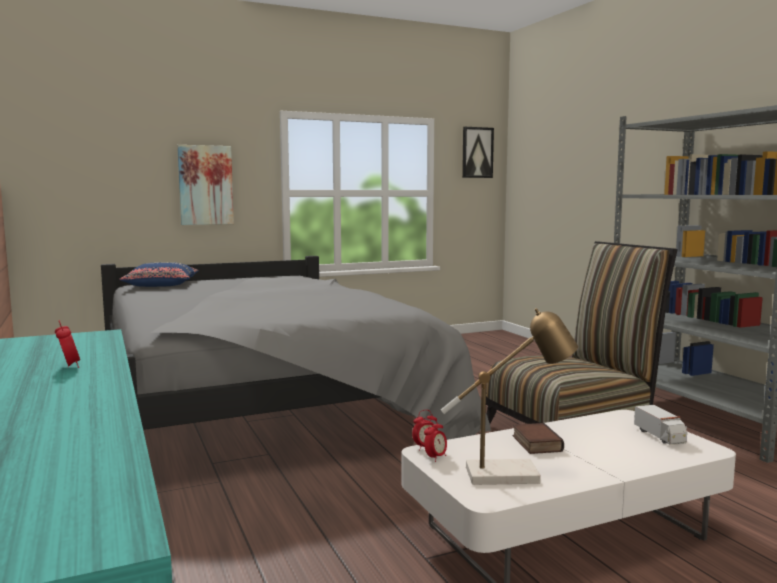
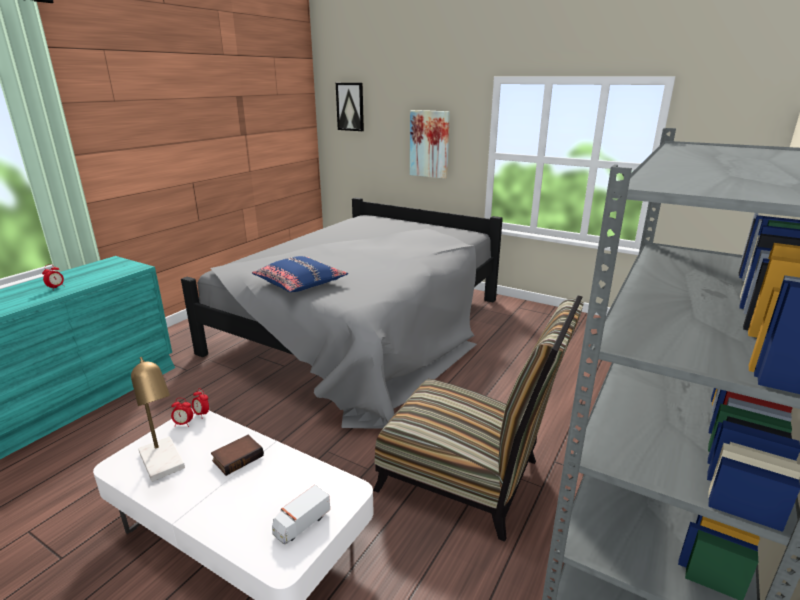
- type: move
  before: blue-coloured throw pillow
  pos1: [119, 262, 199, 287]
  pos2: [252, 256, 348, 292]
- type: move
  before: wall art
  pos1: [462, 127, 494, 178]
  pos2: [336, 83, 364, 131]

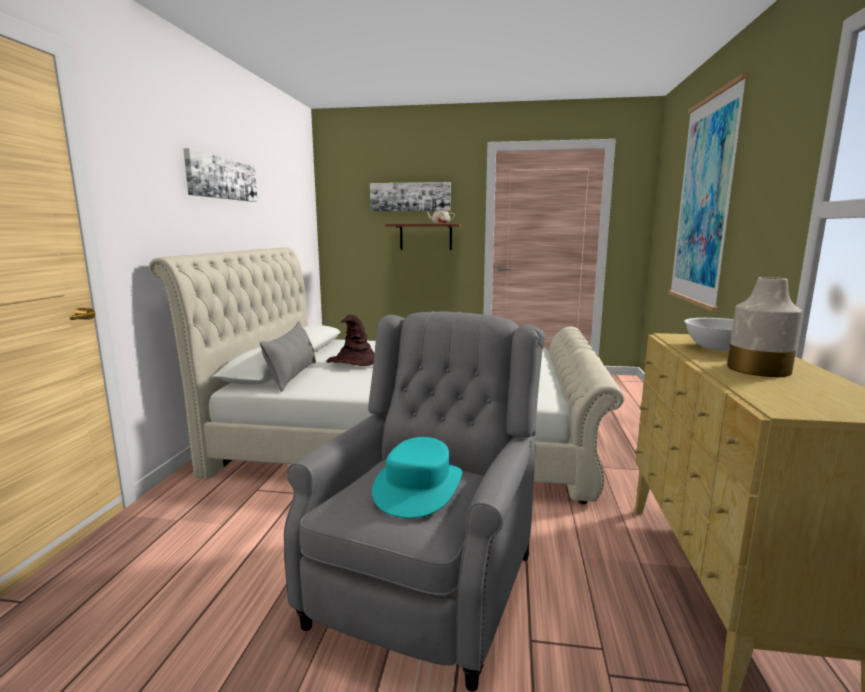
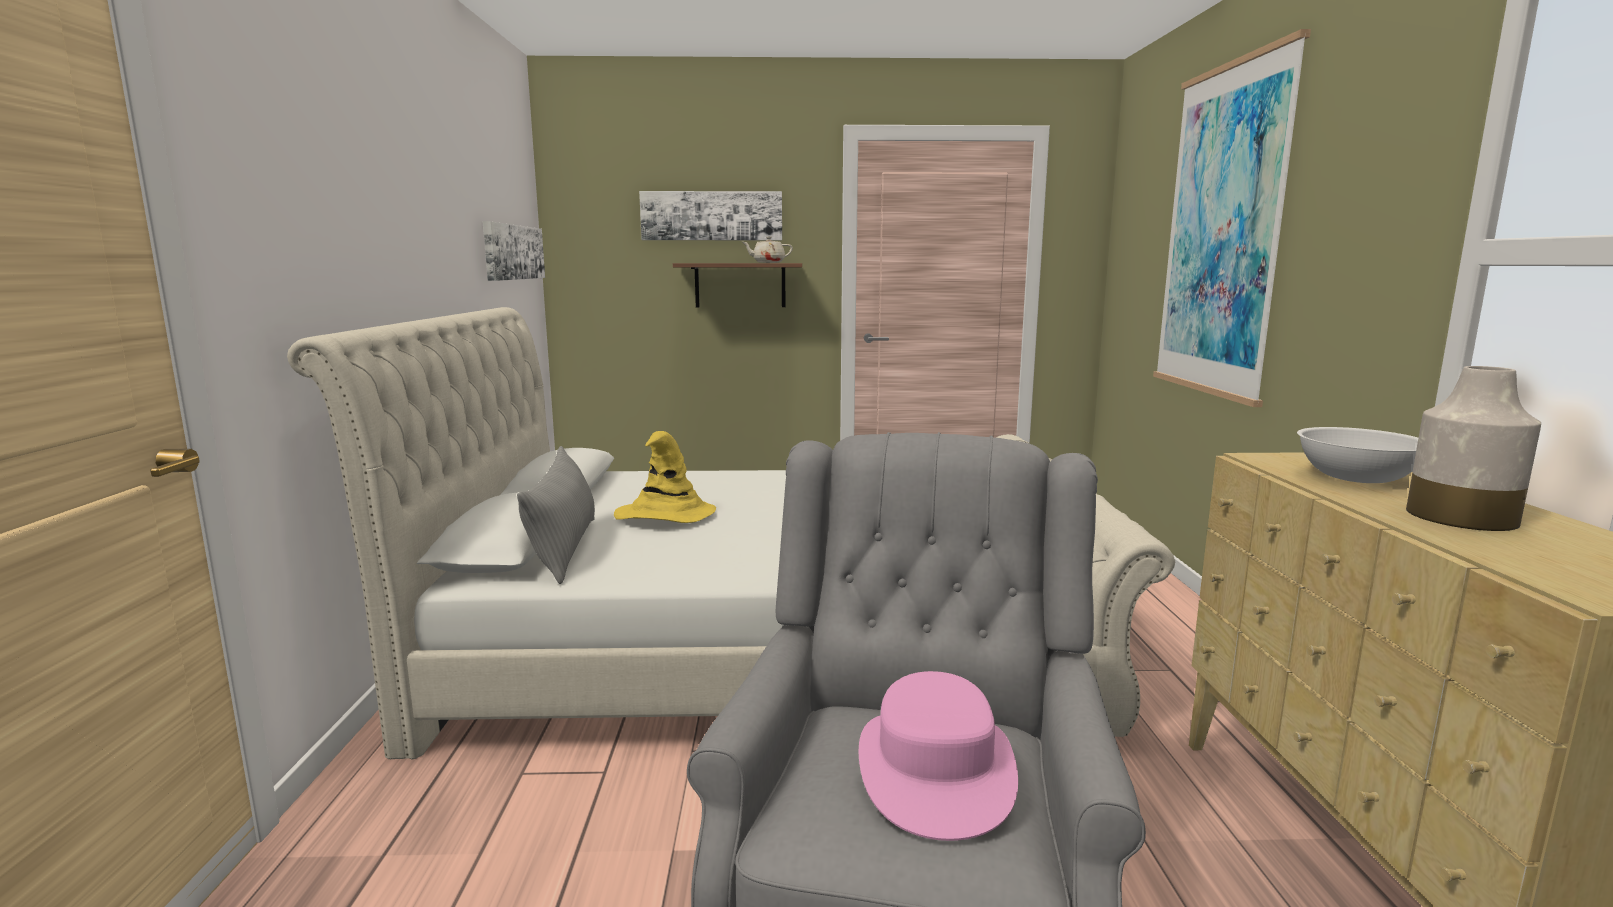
- type: move
  before: wall art
  pos1: [183, 148, 258, 202]
  pos2: [483, 221, 545, 281]
- type: recolor
  before: brown-coloured hat
  after: yellow hat
  pos1: [326, 315, 374, 366]
  pos2: [614, 431, 716, 523]
- type: recolor
  before: blue-green hat
  after: pink-coloured hat
  pos1: [372, 437, 462, 518]
  pos2: [859, 671, 1018, 841]

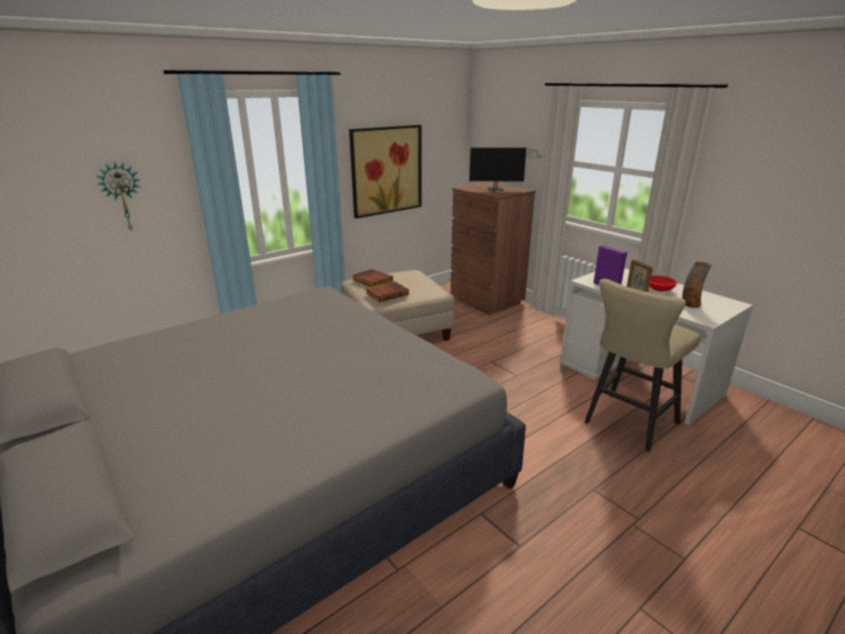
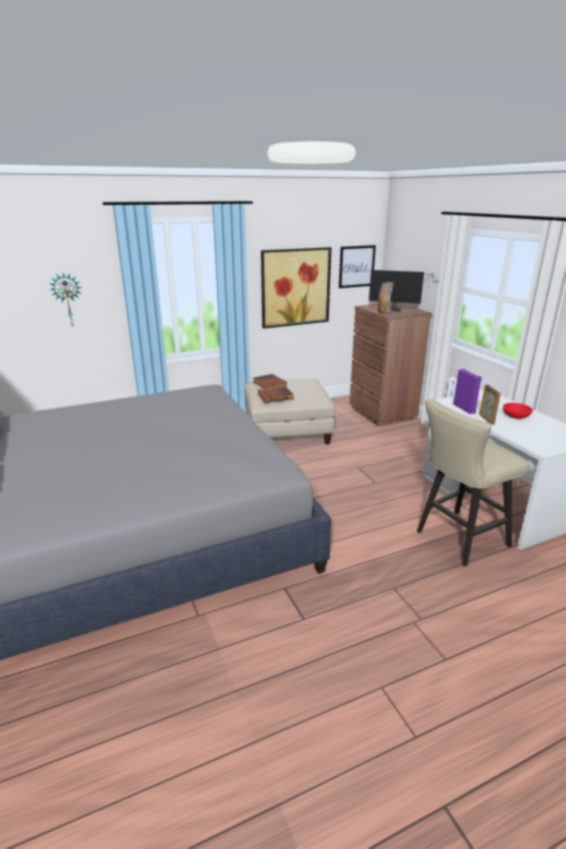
- type: insert
  after: wall art
  pos2: [339, 245, 376, 288]
- type: move
  before: flower vase
  pos1: [682, 262, 712, 308]
  pos2: [378, 282, 394, 313]

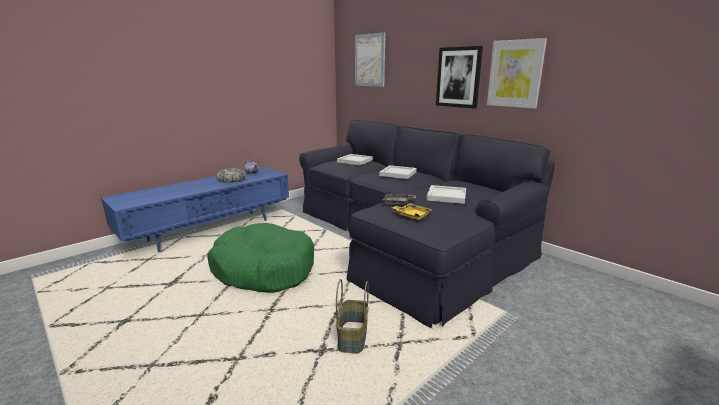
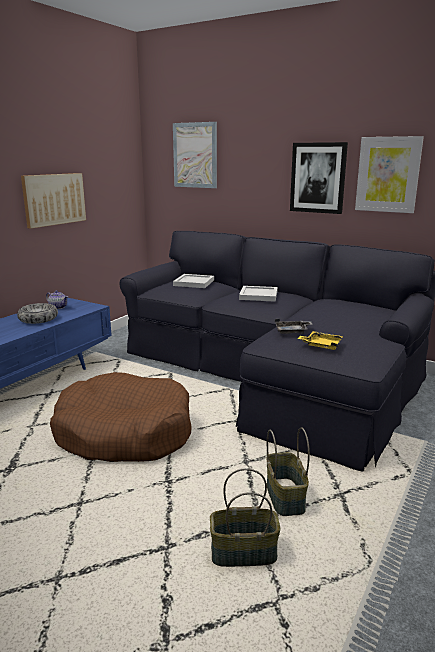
- type: insert
  after: wall art
  pos2: [21, 173, 86, 229]
- type: recolor
  before: greenish dog cushion
  after: brown-coloured dog cushion
  pos1: [207, 223, 314, 293]
  pos2: [50, 372, 191, 462]
- type: insert
  after: basket
  pos2: [210, 468, 280, 567]
- type: delete
  before: whitish tray
  pos1: [427, 185, 466, 204]

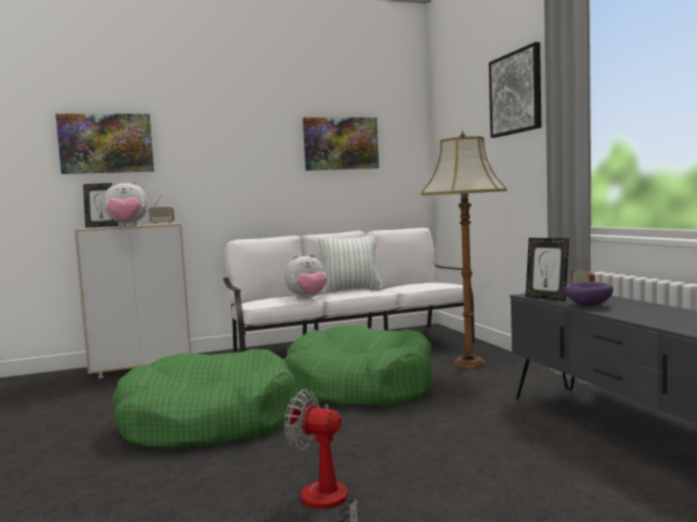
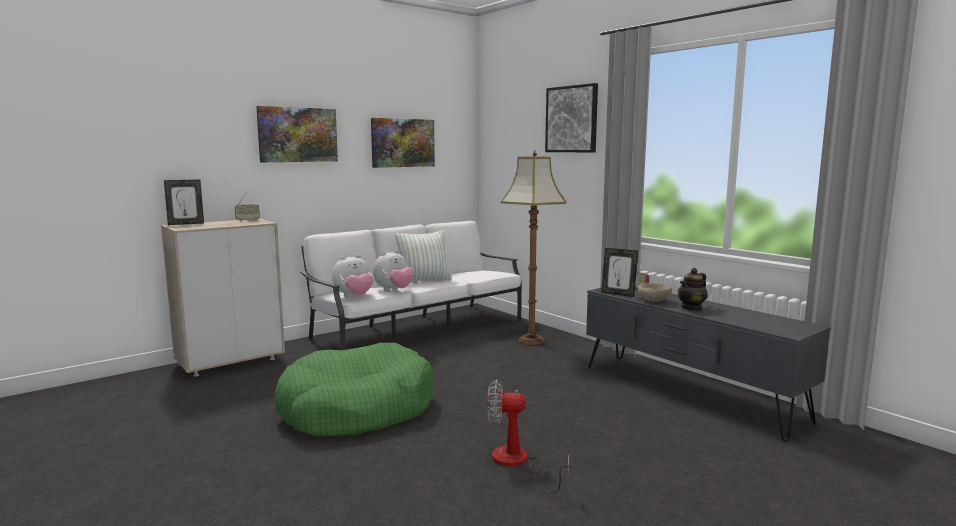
- type: move
  before: wall art
  pos1: [56, 114, 154, 174]
  pos2: [256, 106, 338, 162]
- type: move
  before: soft toy
  pos1: [104, 181, 148, 226]
  pos2: [332, 255, 374, 297]
- type: recolor
  before: purple serving bowl
  after: sand-coloured serving bowl
  pos1: [564, 282, 613, 306]
  pos2: [638, 283, 672, 302]
- type: insert
  after: tea pot
  pos2: [678, 268, 708, 311]
- type: delete
  before: greenish dog cushion
  pos1: [284, 325, 432, 406]

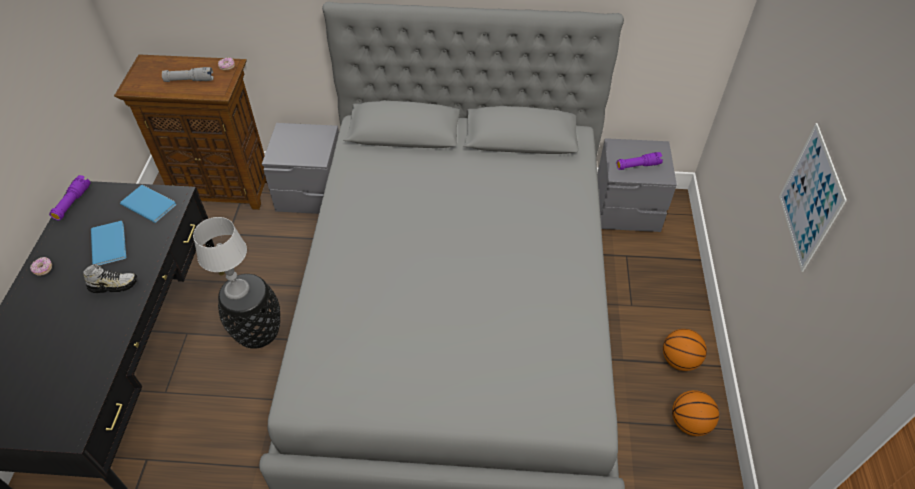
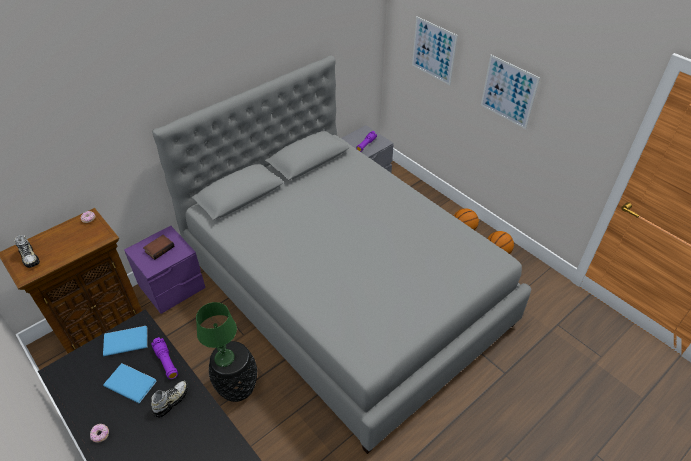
- type: insert
  after: item of footwear
  pos2: [14, 235, 40, 268]
- type: recolor
  before: grey nightstand
  after: purple nightstand
  pos1: [262, 123, 339, 214]
  pos2: [124, 226, 206, 314]
- type: insert
  after: bound book
  pos2: [143, 235, 174, 260]
- type: move
  before: purple hand torch
  pos1: [49, 175, 91, 220]
  pos2: [151, 337, 178, 379]
- type: recolor
  before: grey tabletop lamp
  after: greenish tabletop lamp
  pos1: [193, 217, 250, 300]
  pos2: [196, 302, 237, 367]
- type: insert
  after: wall art
  pos2: [412, 17, 458, 85]
- type: delete
  before: grey hand torch
  pos1: [162, 67, 214, 82]

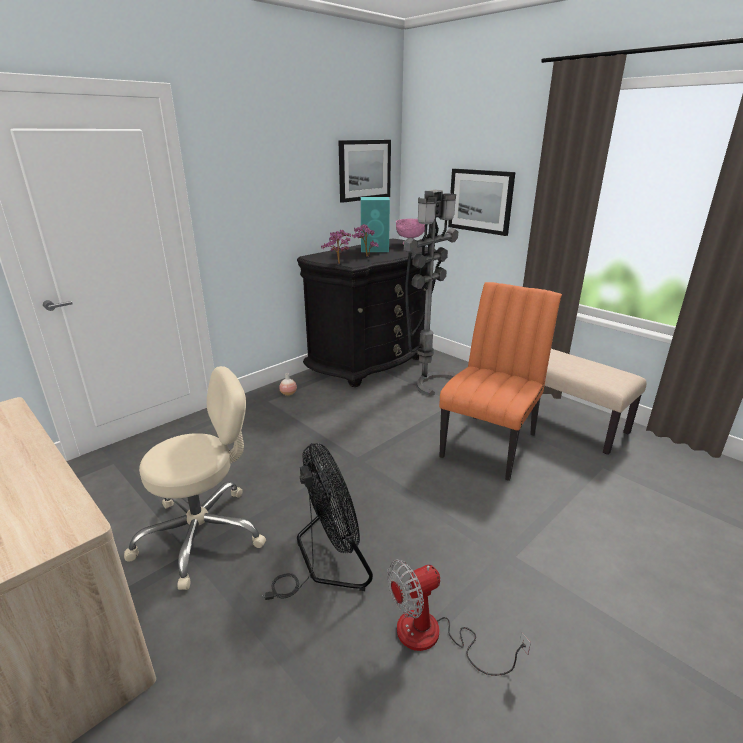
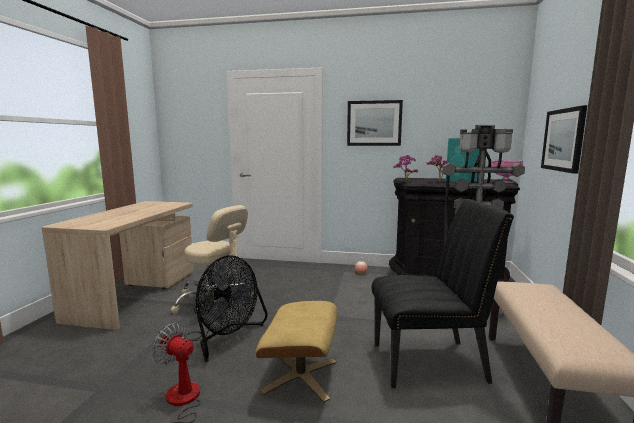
- type: insert
  after: sand-coloured pouffe
  pos2: [256, 301, 337, 403]
- type: move
  before: wall art
  pos1: [338, 140, 391, 203]
  pos2: [347, 100, 403, 146]
- type: recolor
  before: orange-coloured upright chair
  after: blackish upright chair
  pos1: [439, 282, 562, 481]
  pos2: [371, 199, 514, 388]

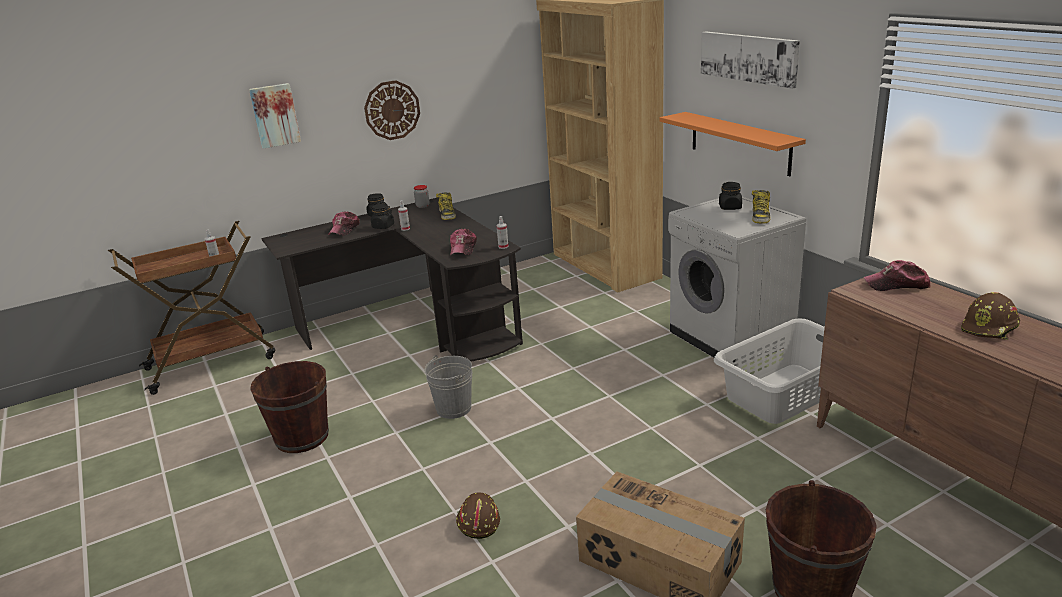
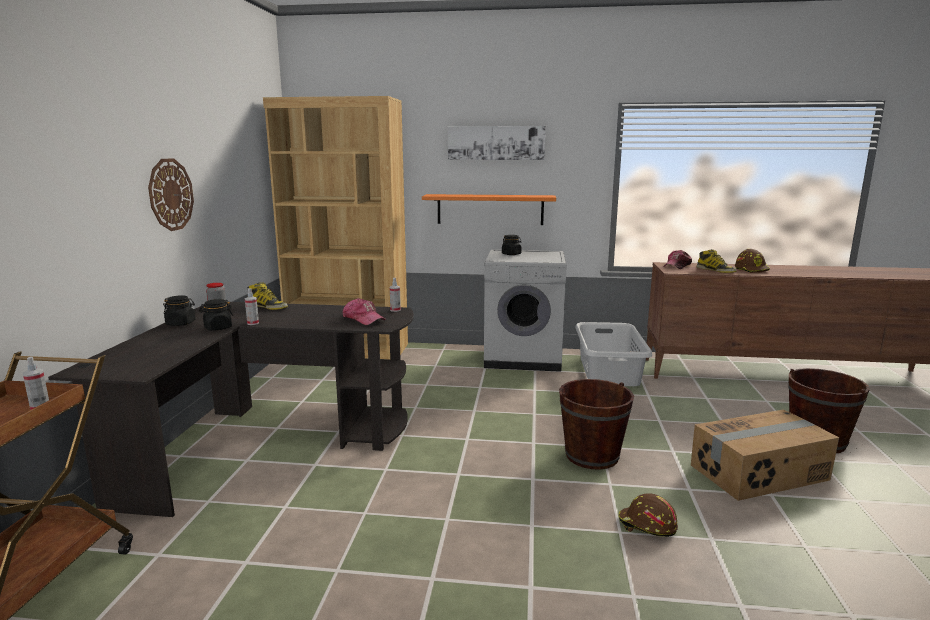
- type: move
  before: brown-coloured water bucket
  pos1: [250, 361, 329, 453]
  pos2: [559, 379, 634, 470]
- type: move
  before: boot
  pos1: [752, 190, 771, 224]
  pos2: [697, 249, 737, 273]
- type: delete
  before: wall art
  pos1: [249, 83, 301, 149]
- type: delete
  before: baseball cap
  pos1: [328, 211, 360, 236]
- type: delete
  before: grey water bucket
  pos1: [424, 355, 472, 419]

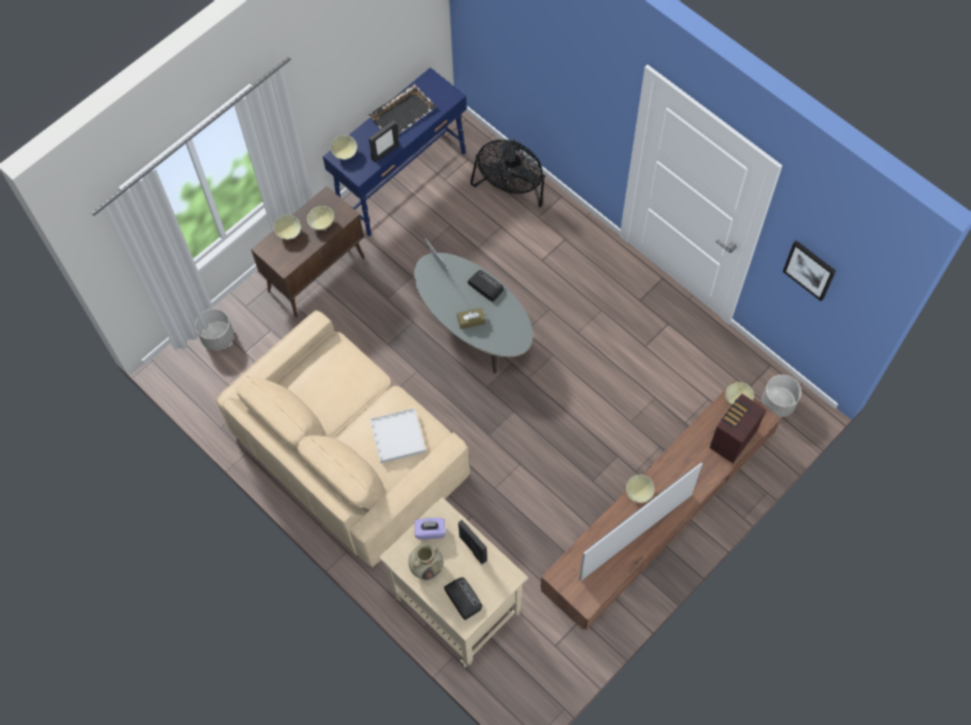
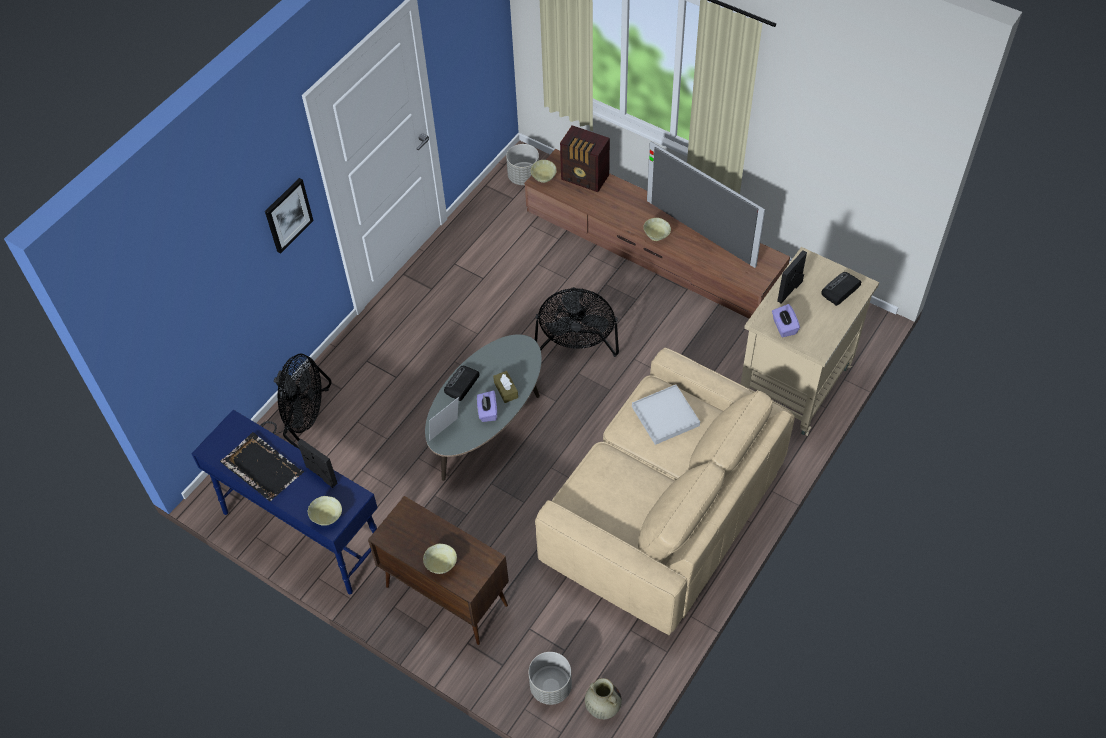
- type: move
  before: wall art
  pos1: [783, 240, 836, 301]
  pos2: [265, 178, 314, 254]
- type: insert
  after: purple box of tissues
  pos2: [477, 390, 497, 422]
- type: insert
  after: blackish fan
  pos2: [535, 288, 619, 357]
- type: move
  before: sand-coloured flower vase
  pos1: [408, 543, 443, 580]
  pos2: [585, 678, 622, 719]
- type: delete
  before: sand-coloured serving bowl
  pos1: [307, 206, 334, 230]

